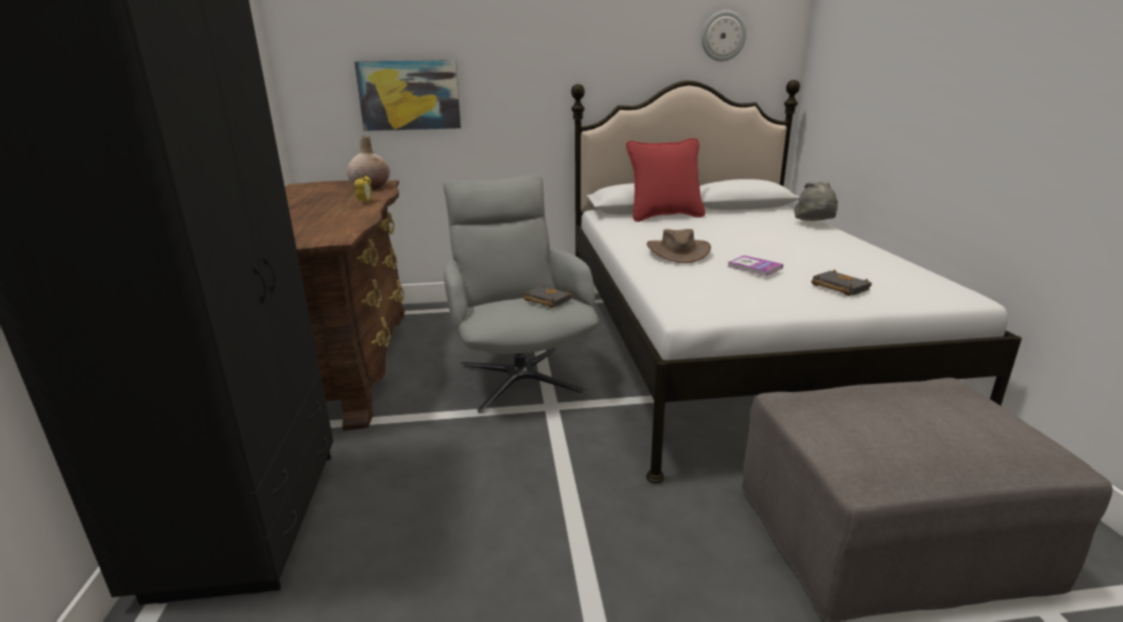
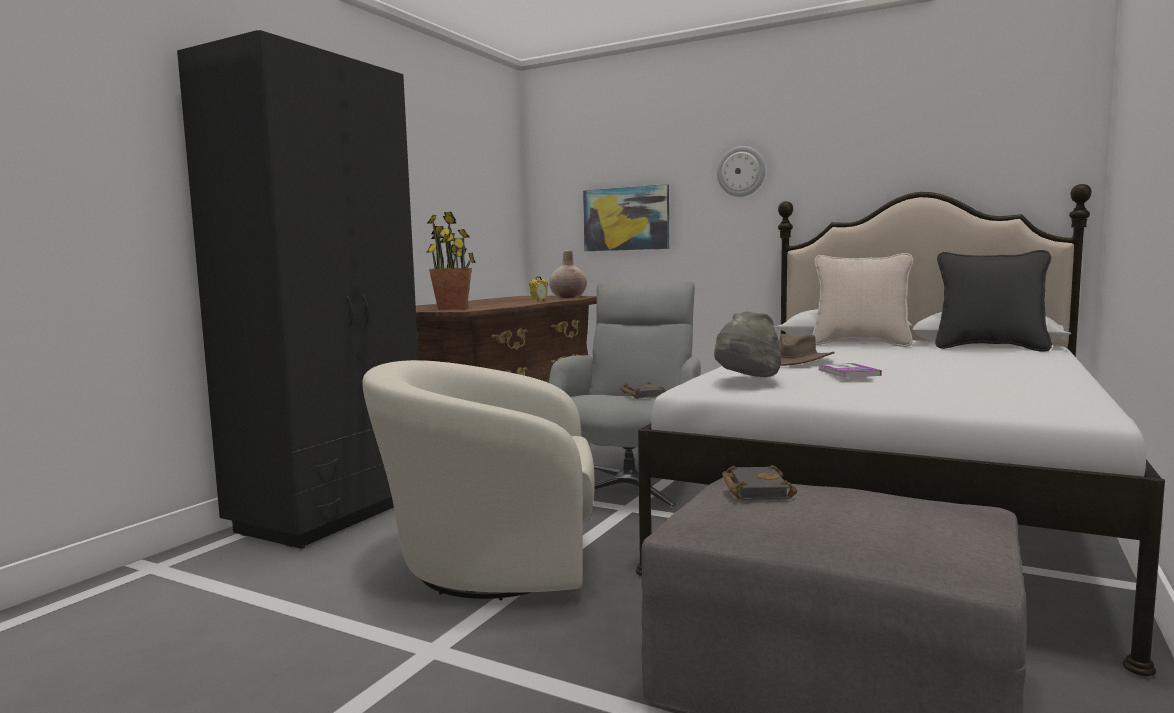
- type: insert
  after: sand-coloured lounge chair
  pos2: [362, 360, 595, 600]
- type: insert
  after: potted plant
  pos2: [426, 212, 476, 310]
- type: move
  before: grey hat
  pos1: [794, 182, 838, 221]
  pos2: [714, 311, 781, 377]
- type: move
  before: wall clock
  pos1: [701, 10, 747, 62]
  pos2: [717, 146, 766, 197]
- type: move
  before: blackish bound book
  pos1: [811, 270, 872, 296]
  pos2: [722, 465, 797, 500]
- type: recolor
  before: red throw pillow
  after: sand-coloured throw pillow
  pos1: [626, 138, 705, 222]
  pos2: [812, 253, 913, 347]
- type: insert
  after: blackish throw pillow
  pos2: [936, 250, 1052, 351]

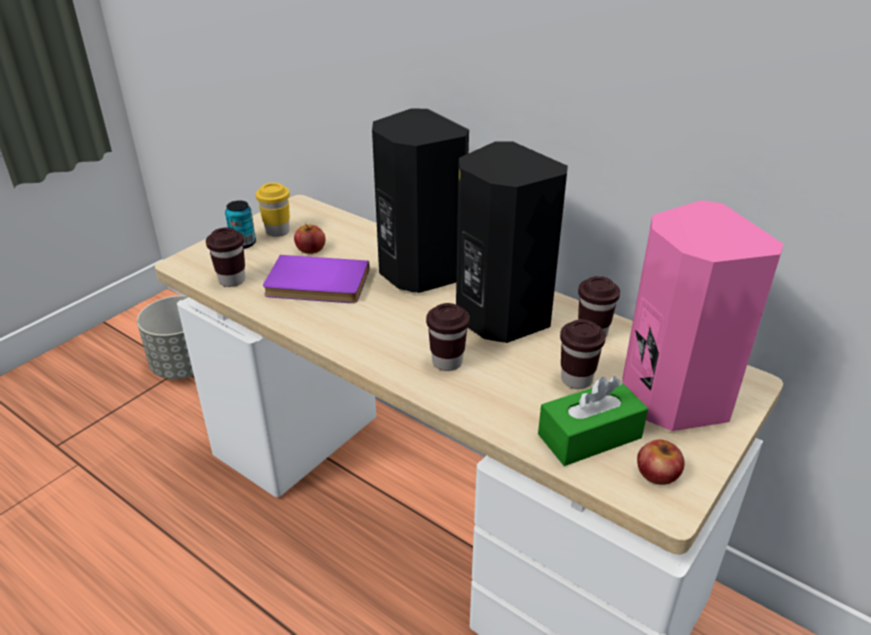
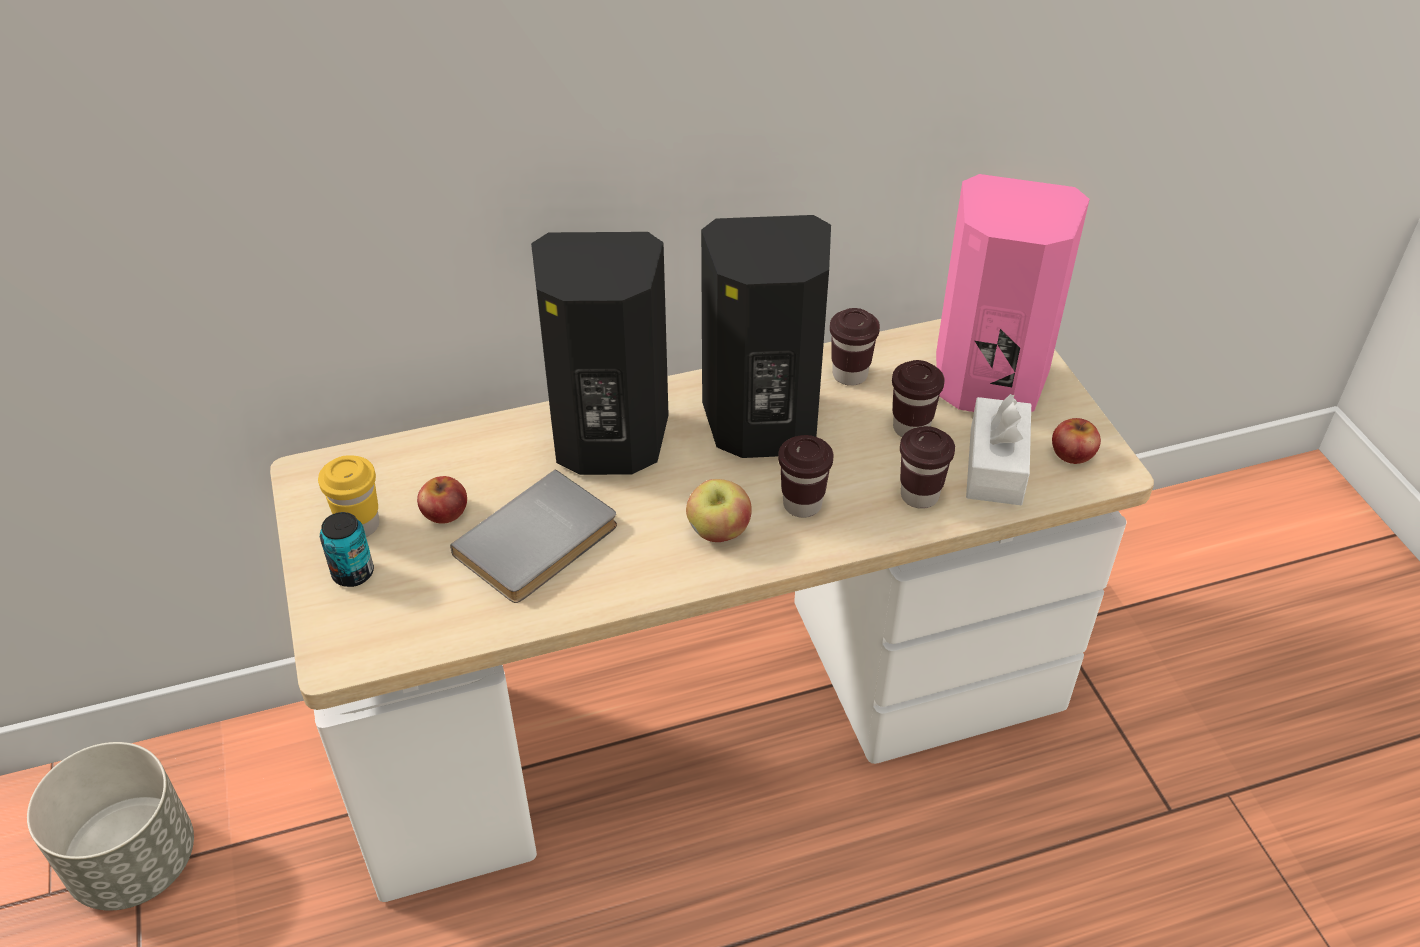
- type: recolor
  before: purple bound book
  after: grey bound book
  pos1: [263, 255, 370, 303]
  pos2: [450, 469, 617, 603]
- type: insert
  after: whole apple
  pos2: [686, 479, 752, 542]
- type: move
  before: brown-coloured cup
  pos1: [206, 227, 245, 287]
  pos2: [900, 426, 955, 509]
- type: recolor
  before: greenish box of tissues
  after: whitish box of tissues
  pos1: [538, 376, 648, 466]
  pos2: [966, 394, 1031, 505]

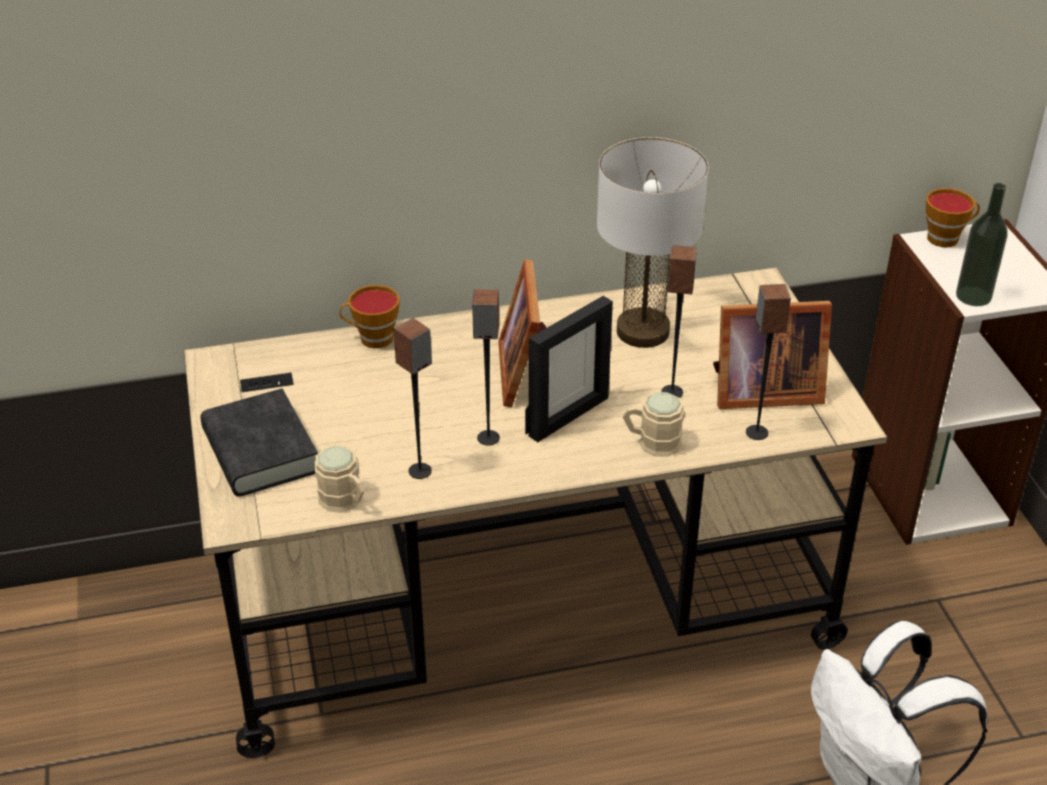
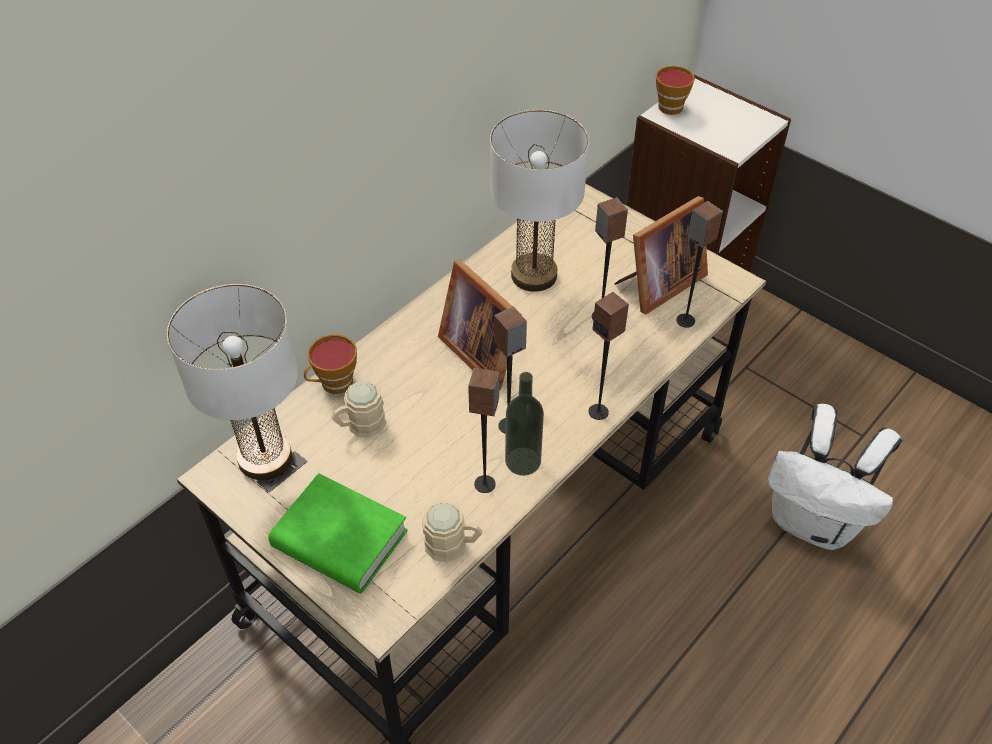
- type: insert
  after: tabletop lamp
  pos2: [167, 284, 298, 480]
- type: recolor
  before: blackish bound book
  after: greenish bound book
  pos1: [200, 388, 318, 497]
  pos2: [268, 473, 408, 594]
- type: move
  before: sand-coloured tea mug
  pos1: [623, 392, 685, 457]
  pos2: [331, 381, 386, 438]
- type: move
  before: beverage bottle
  pos1: [956, 183, 1008, 306]
  pos2: [505, 372, 544, 476]
- type: insert
  after: speaker
  pos2: [589, 292, 629, 420]
- type: delete
  before: photo frame
  pos1: [525, 296, 613, 442]

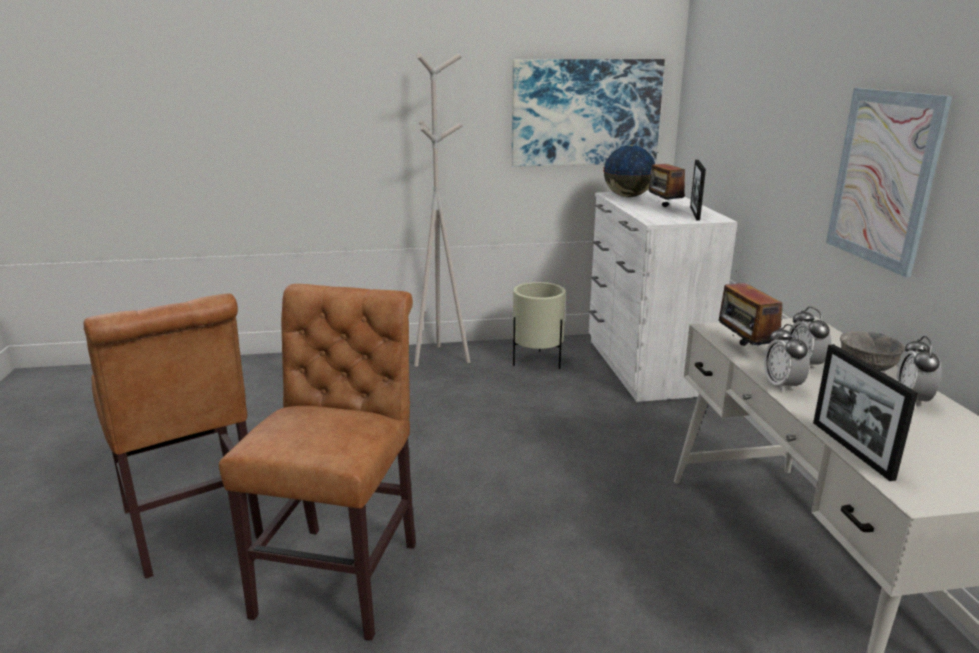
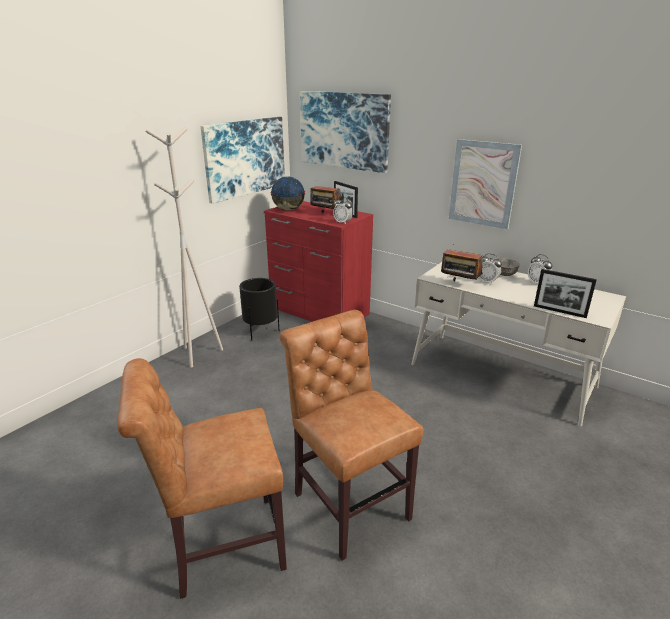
- type: rotate
  before: brown-coloured upright chair
  pos1: [84, 294, 263, 579]
  pos2: [117, 358, 287, 599]
  turn: 150
- type: recolor
  before: sand-coloured plant pot
  after: blackish plant pot
  pos1: [513, 282, 566, 369]
  pos2: [239, 278, 279, 340]
- type: recolor
  before: whitish drawer chest
  after: red drawer chest
  pos1: [589, 191, 737, 402]
  pos2: [264, 201, 373, 322]
- type: insert
  after: wall art
  pos2: [300, 91, 391, 173]
- type: move
  before: alarm clock
  pos1: [764, 324, 810, 393]
  pos2: [333, 197, 353, 225]

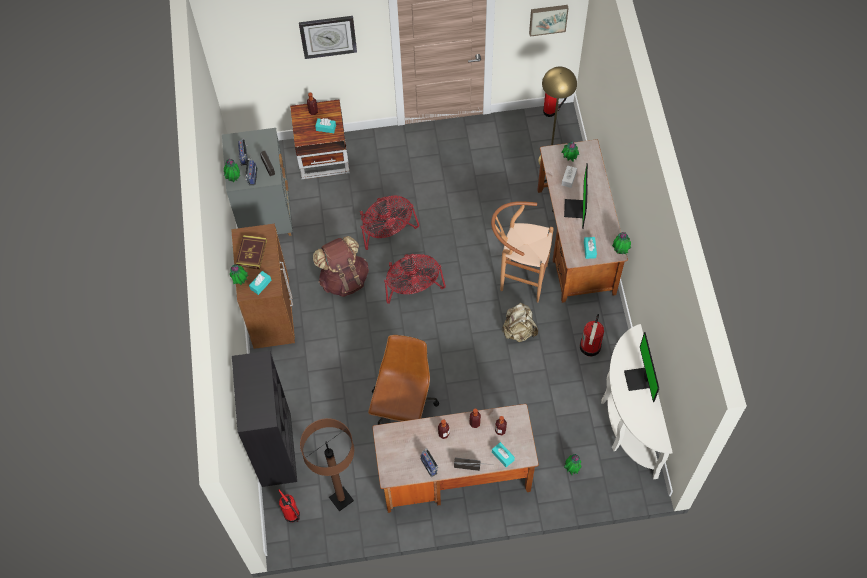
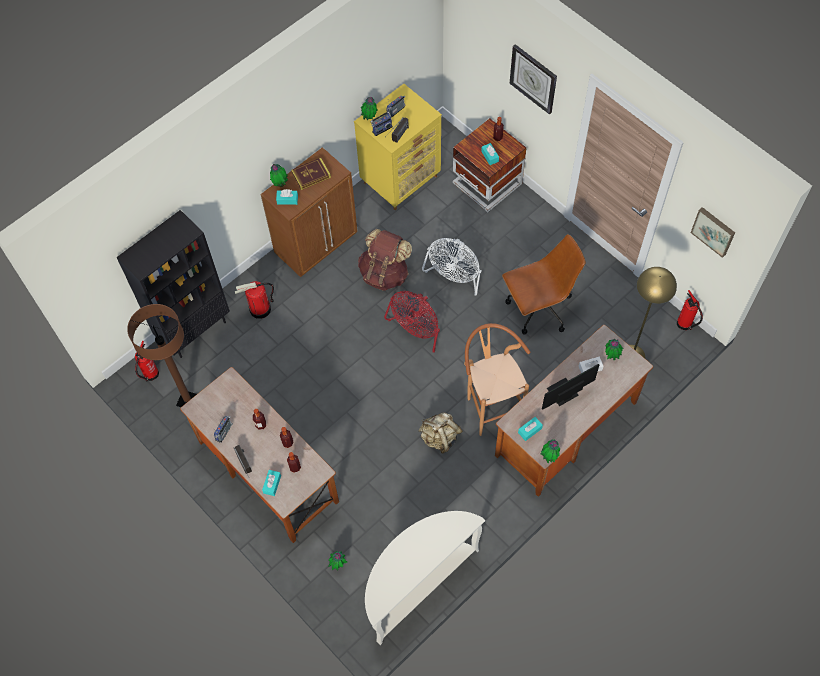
- type: move
  before: fire extinguisher
  pos1: [580, 314, 604, 357]
  pos2: [235, 281, 274, 319]
- type: recolor
  before: grey drawer chest
  after: yellow drawer chest
  pos1: [222, 128, 293, 236]
  pos2: [354, 84, 442, 210]
- type: recolor
  before: red fan
  after: whitish fan
  pos1: [360, 196, 419, 250]
  pos2: [422, 238, 482, 295]
- type: move
  before: brown-coloured desk chair
  pos1: [368, 335, 439, 425]
  pos2: [502, 234, 586, 335]
- type: delete
  before: monitor
  pos1: [624, 332, 659, 402]

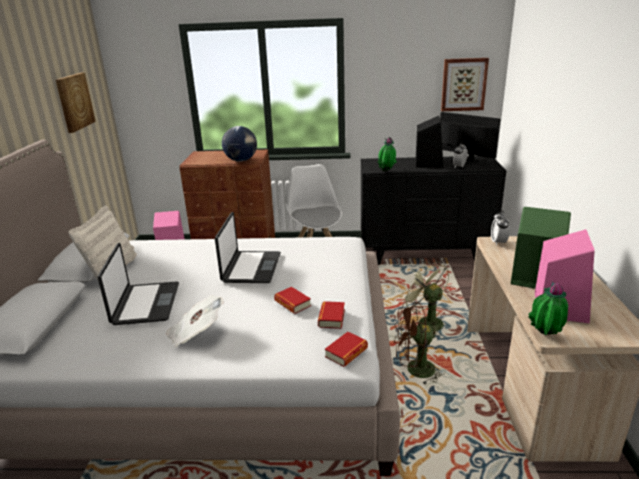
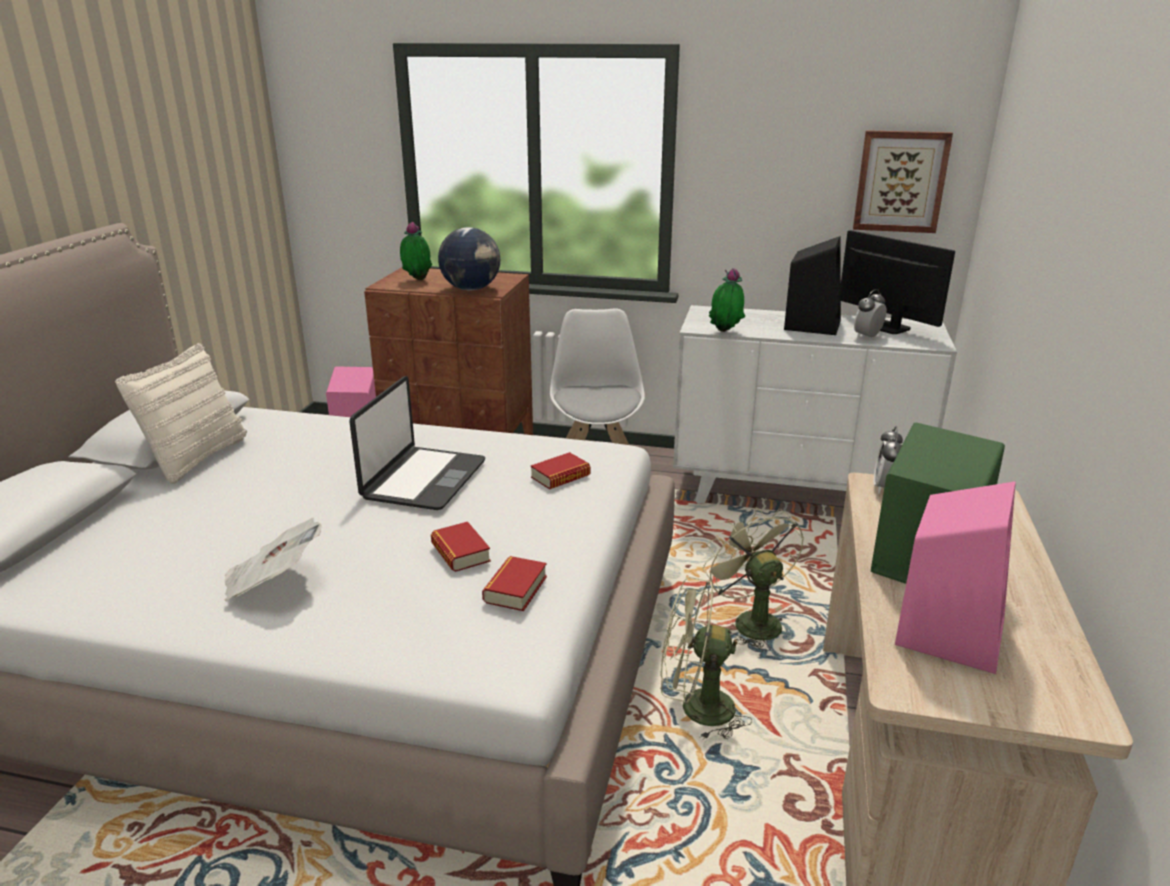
- type: move
  before: potted plant
  pos1: [528, 281, 568, 335]
  pos2: [400, 222, 432, 280]
- type: move
  before: bound book
  pos1: [325, 332, 368, 367]
  pos2: [531, 452, 590, 489]
- type: recolor
  before: brown-coloured fan
  after: greenish fan
  pos1: [394, 301, 444, 385]
  pos2: [661, 577, 752, 740]
- type: recolor
  before: blackish drawer chest
  after: whitish drawer chest
  pos1: [361, 156, 507, 265]
  pos2: [673, 305, 957, 504]
- type: delete
  before: wall art
  pos1: [56, 72, 96, 133]
- type: delete
  before: portable computer
  pos1: [98, 243, 179, 325]

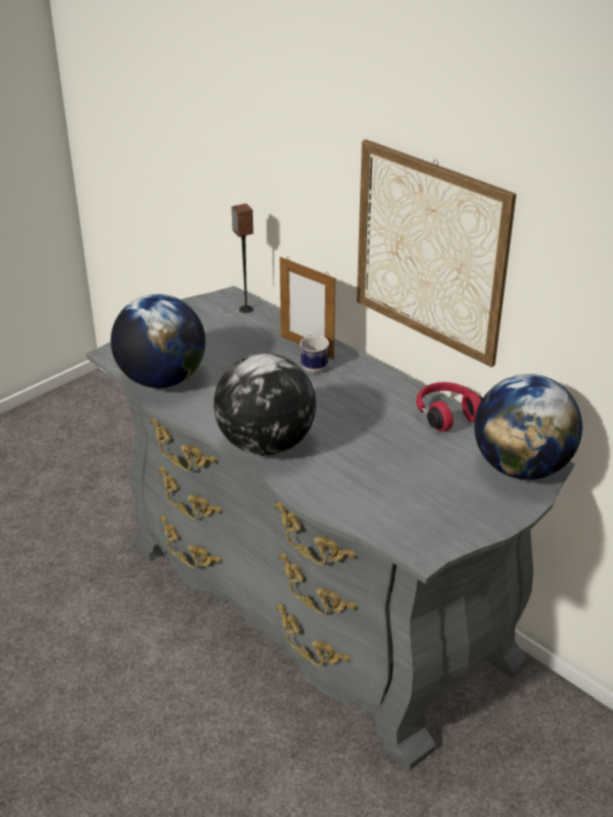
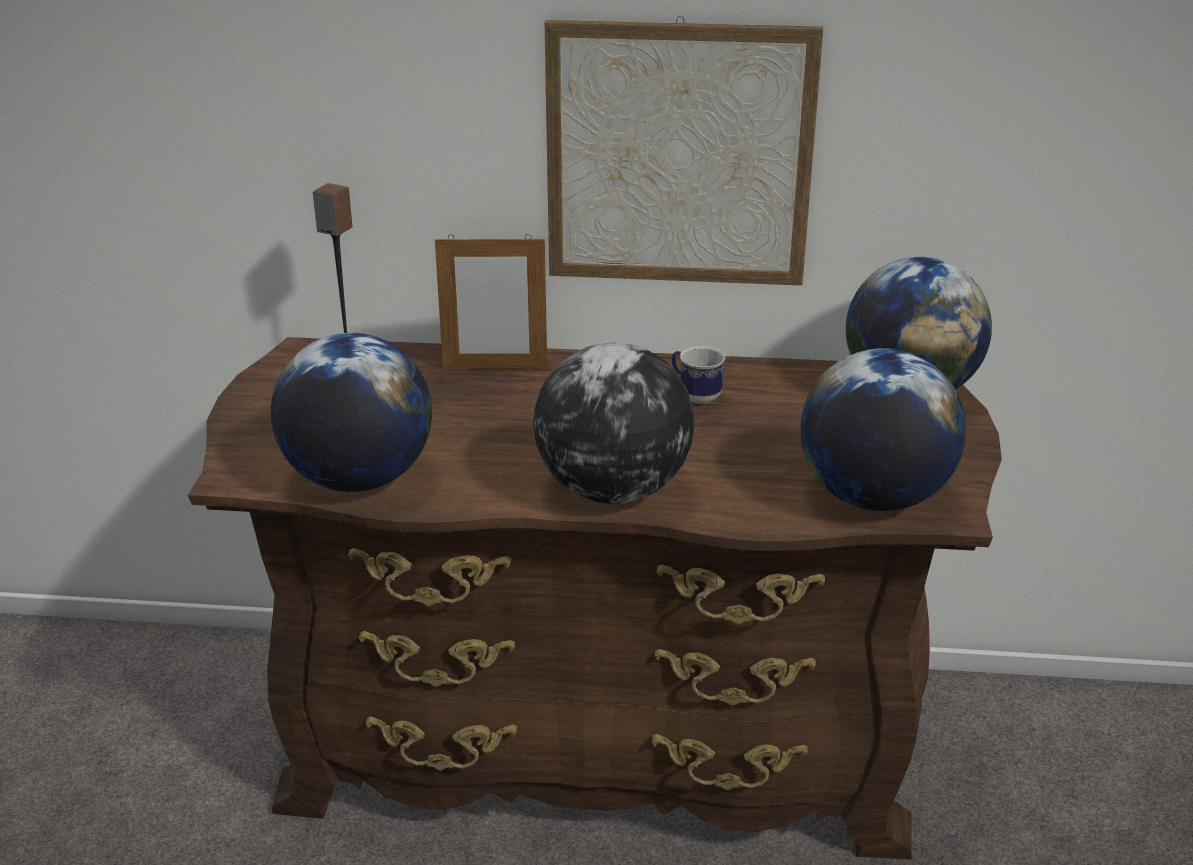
- type: recolor
  before: grey drawer chest
  after: brown-coloured drawer chest
  pos1: [86, 286, 575, 770]
  pos2: [188, 337, 1002, 859]
- type: move
  before: tea mug
  pos1: [300, 335, 329, 373]
  pos2: [672, 346, 726, 404]
- type: insert
  after: world globe
  pos2: [800, 348, 966, 511]
- type: delete
  before: red pair of headphones
  pos1: [416, 382, 483, 432]

